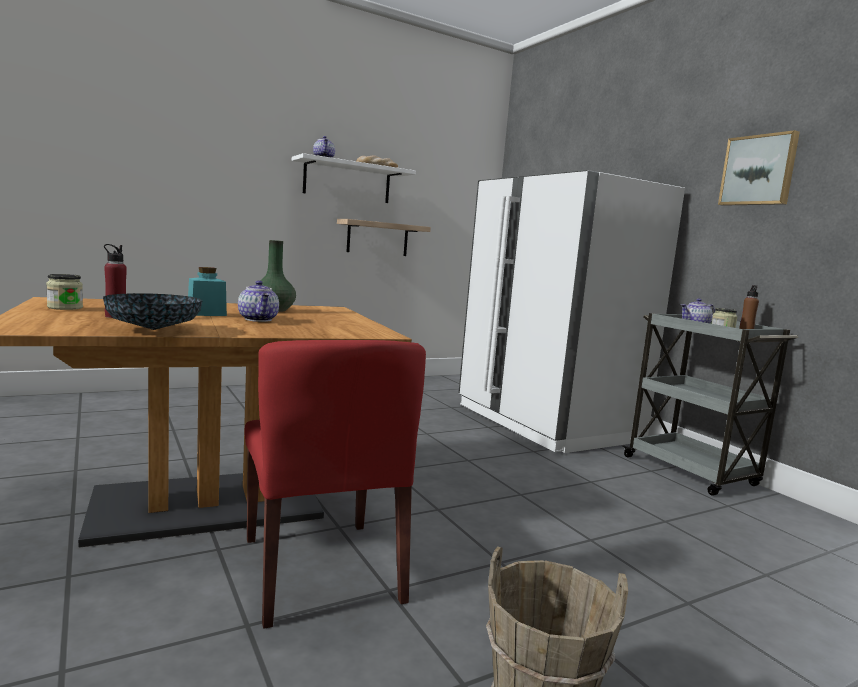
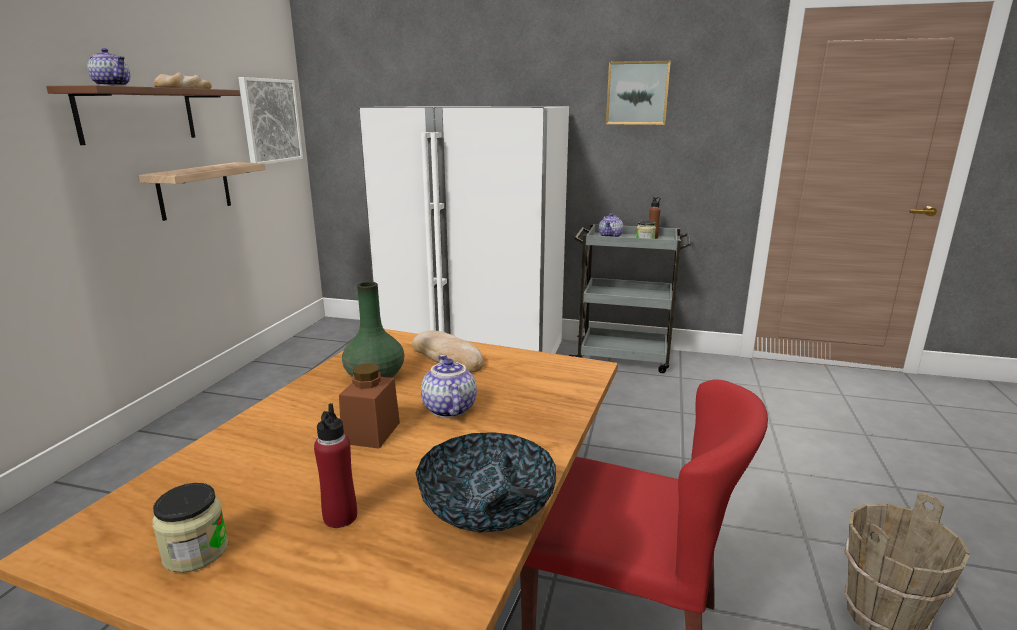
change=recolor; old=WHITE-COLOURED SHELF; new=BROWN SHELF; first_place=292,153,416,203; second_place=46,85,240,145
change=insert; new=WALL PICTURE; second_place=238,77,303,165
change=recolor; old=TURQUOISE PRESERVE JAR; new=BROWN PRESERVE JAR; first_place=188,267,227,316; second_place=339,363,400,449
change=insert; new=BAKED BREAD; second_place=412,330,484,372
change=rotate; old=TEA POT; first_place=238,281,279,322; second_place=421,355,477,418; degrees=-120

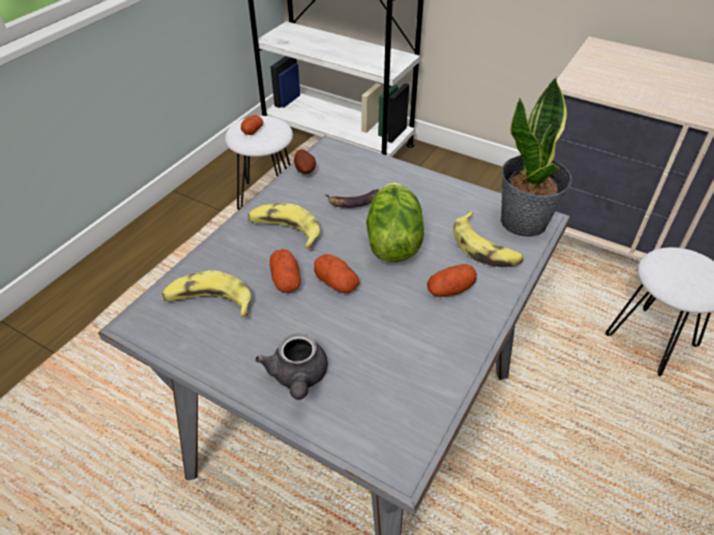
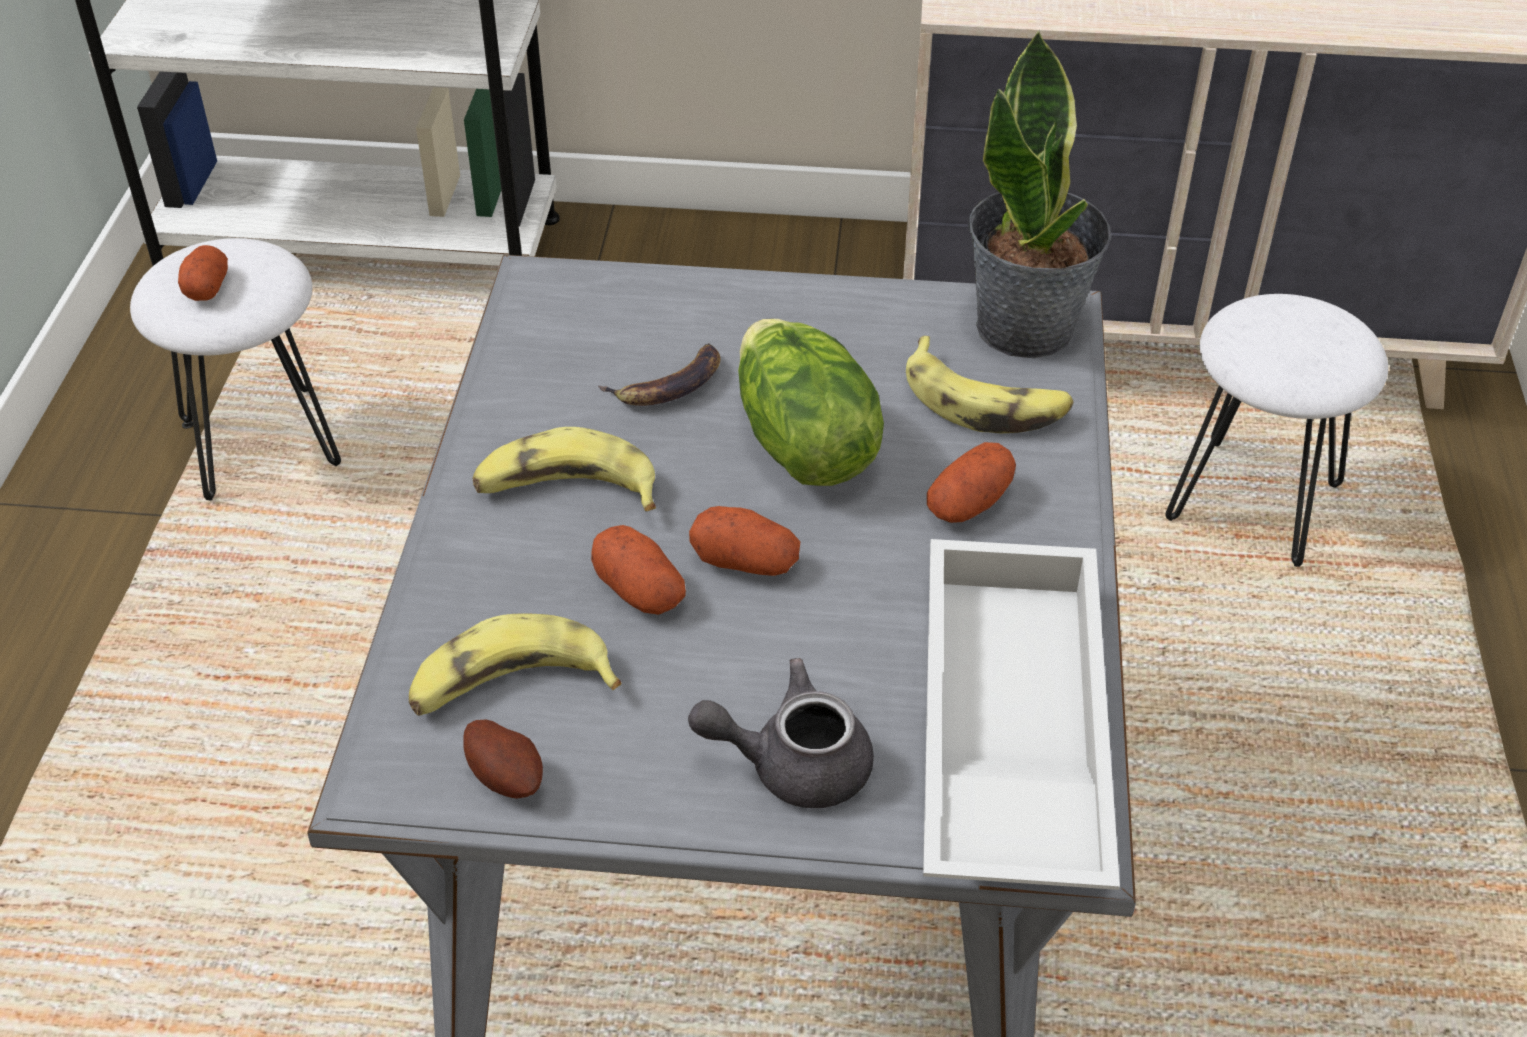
change=move; old=WHOLE POTATO; first_place=294,149,316,174; second_place=463,719,543,799
change=rotate; old=GRAY TEA POT; first_place=255,334,328,400; second_place=688,658,874,808; degrees=120
change=insert; new=WHITE-COLOURED TRAY; second_place=923,539,1120,890

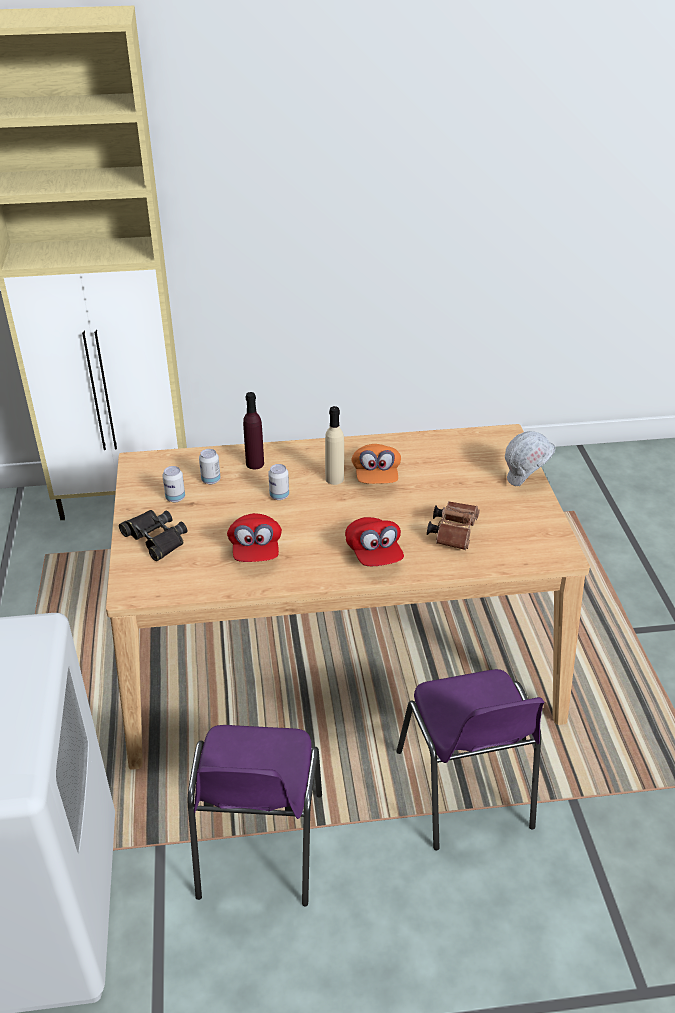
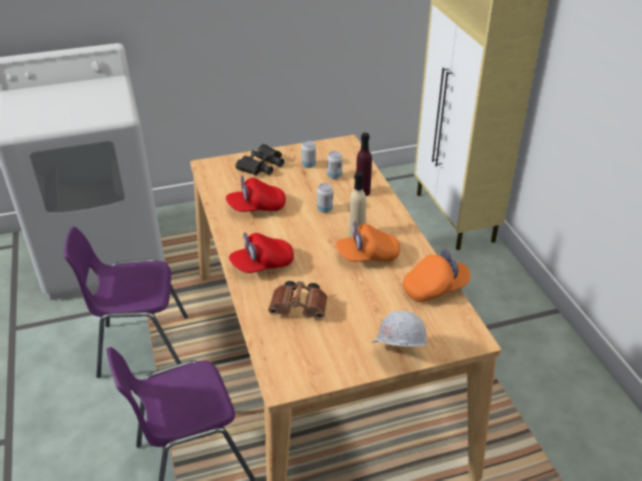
change=insert; new=ORANGEY CAP; second_place=403,249,470,302

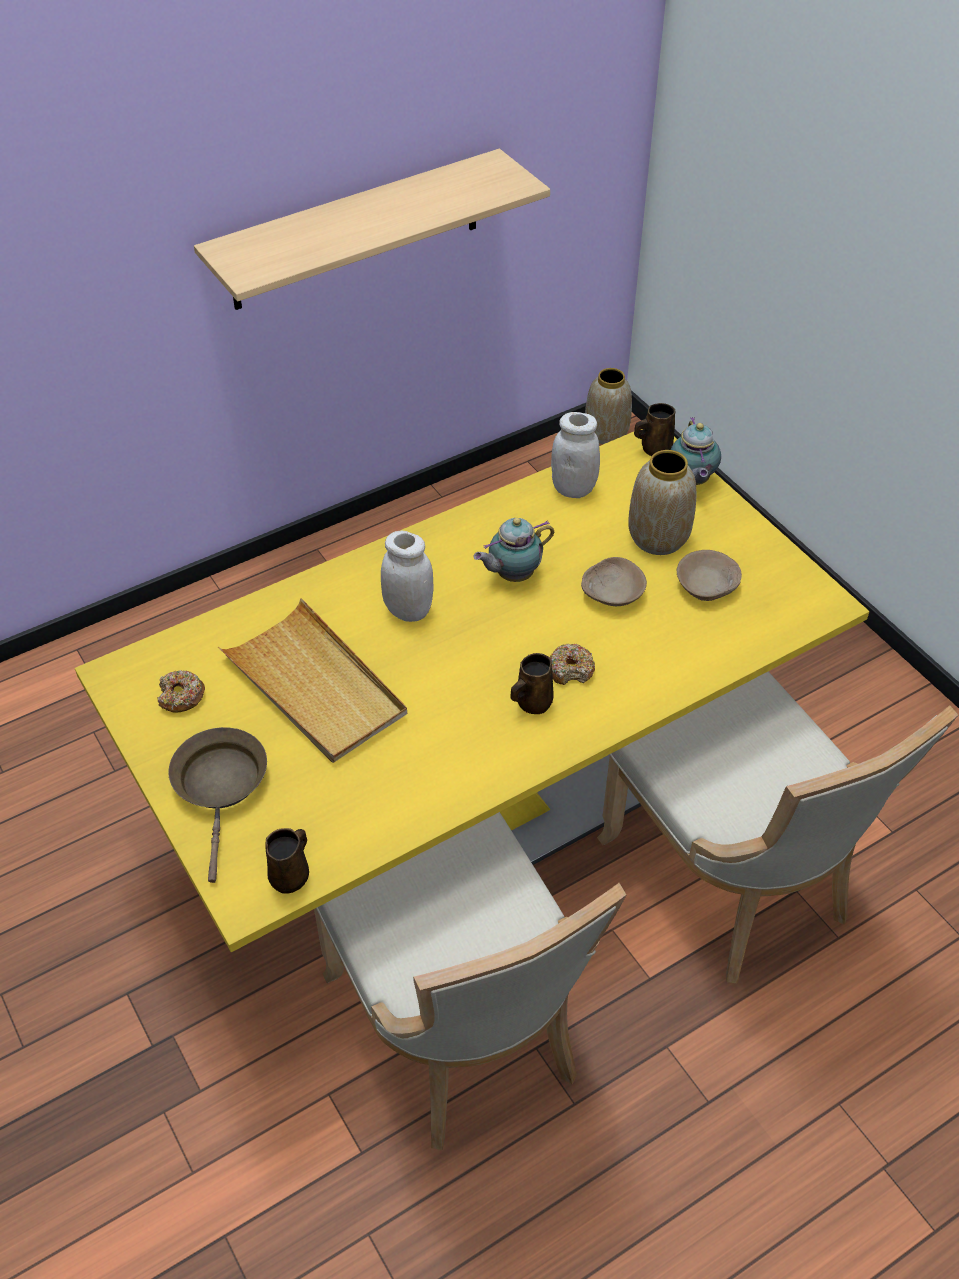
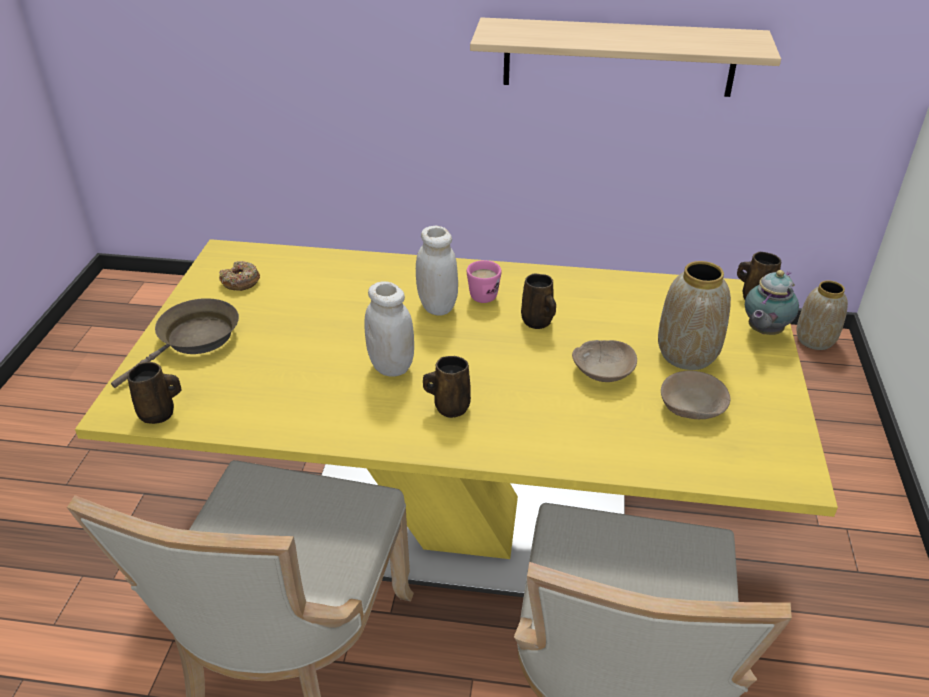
change=move; old=WHITE-COLOURED PRESERVE JAR; first_place=551,412,600,498; second_place=364,281,414,377
change=insert; new=PINK MUG; second_place=467,260,502,303
change=replace; old=TEA POT; new=BROWN MUG; first_place=474,518,554,582; second_place=521,274,556,329
change=delete; old=BEIGE-COLOURED TRAY; first_place=218,598,407,763
change=delete; old=DONUT; first_place=550,643,595,685

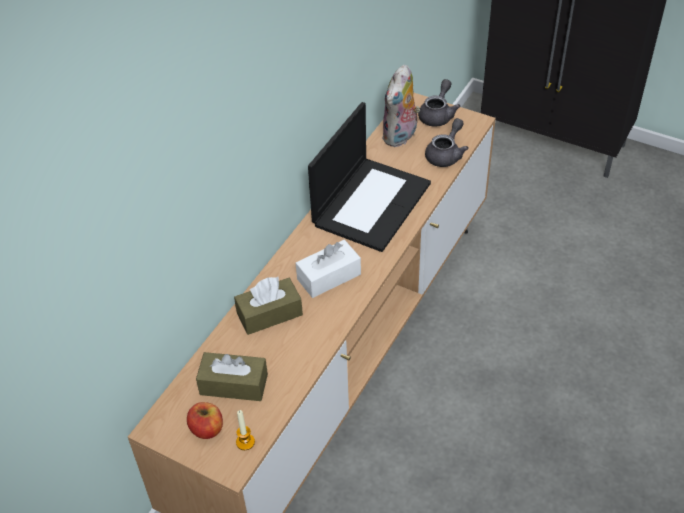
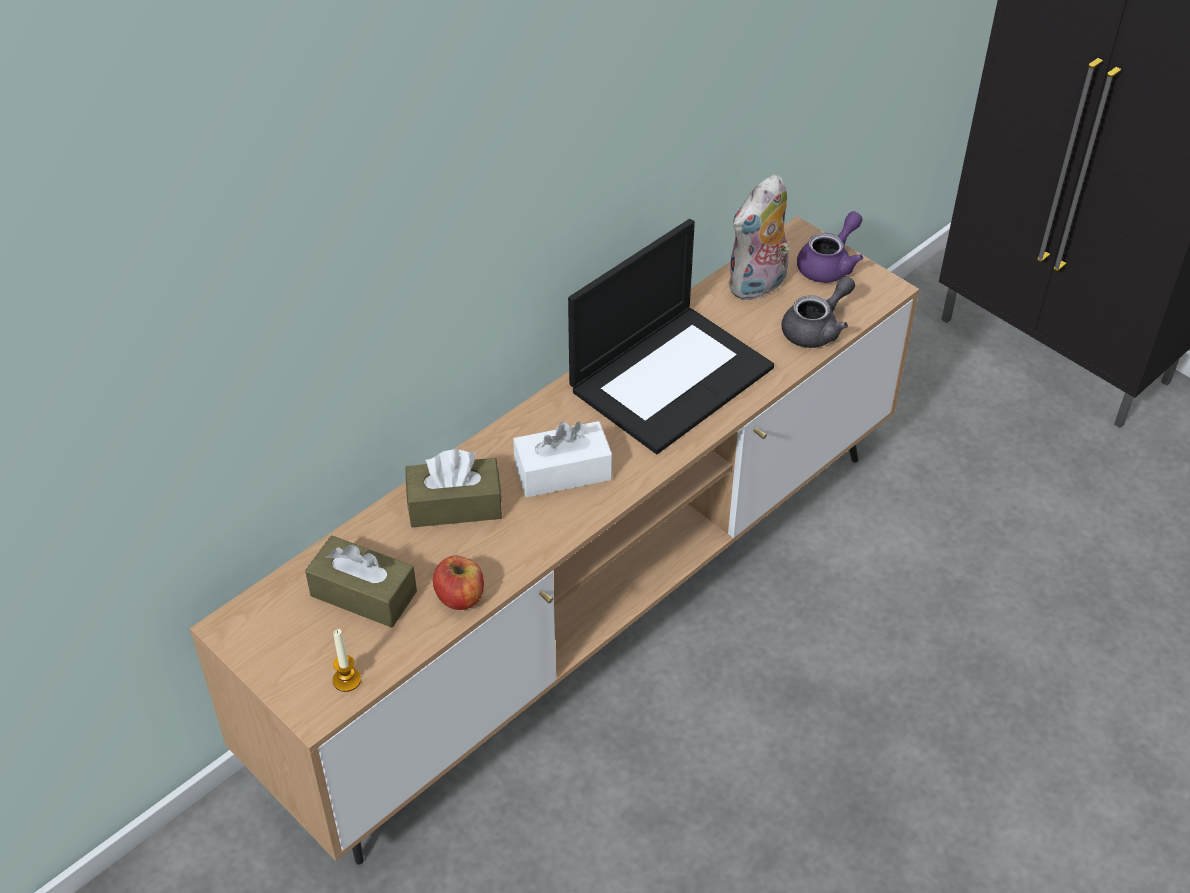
change=move; old=APPLE; first_place=187,402,223,439; second_place=433,556,484,610
change=recolor; old=GRAY TEA POT; new=PURPLISH TEA POT; first_place=418,79,460,127; second_place=797,211,863,283

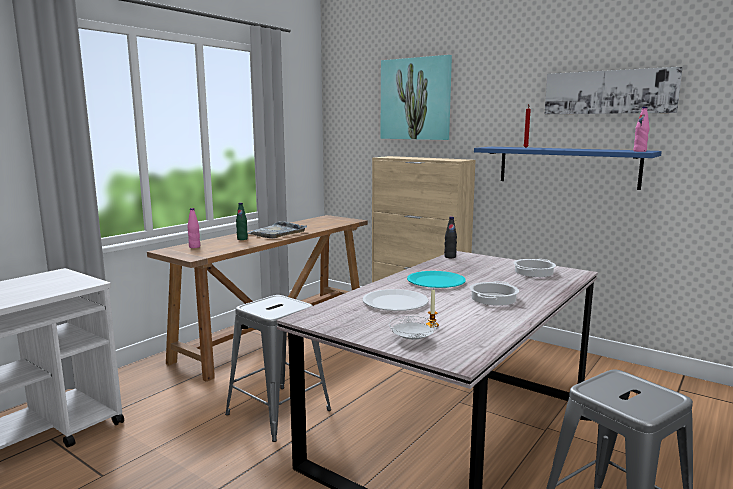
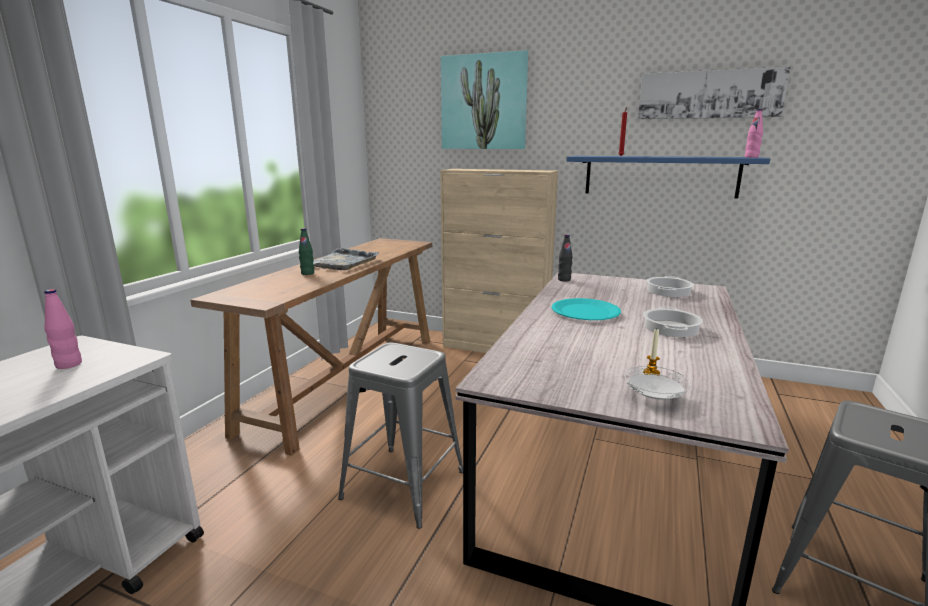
change=move; old=PINK BOTTLE; first_place=187,208,200,248; second_place=44,289,82,369
change=delete; old=WHITE-COLOURED PLATE; first_place=362,289,429,311

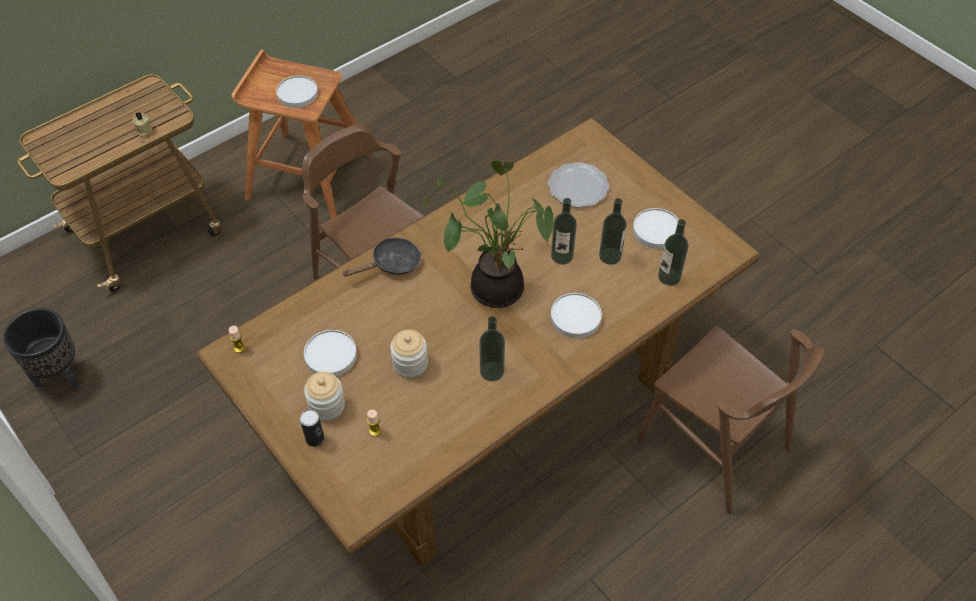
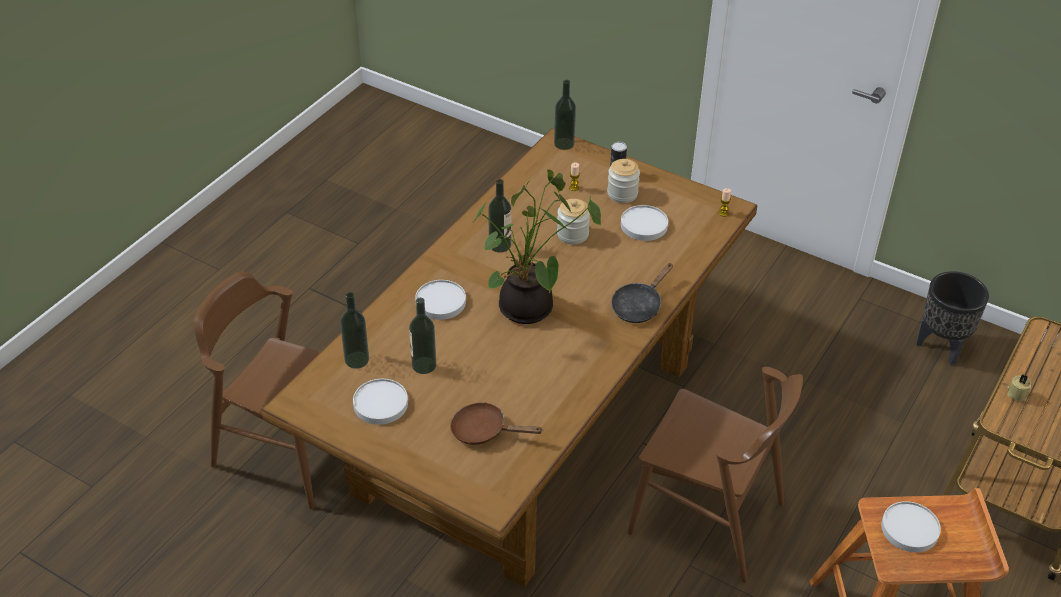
change=replace; old=PLATE; new=BROWN SKILLET; first_place=548,162,609,207; second_place=450,402,543,445
change=move; old=BOTTLE; first_place=551,198,577,264; second_place=554,80,576,150

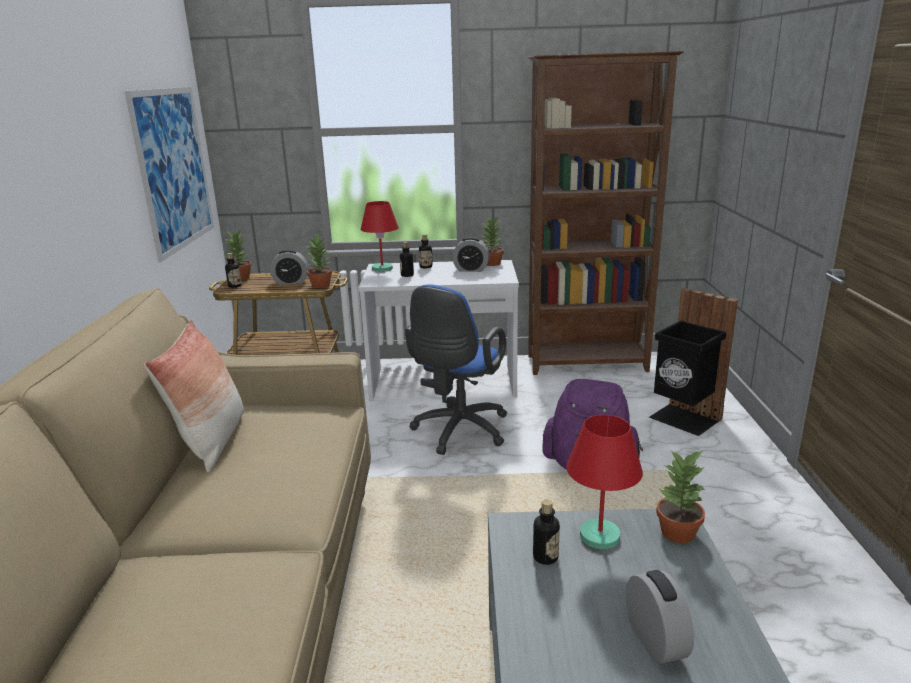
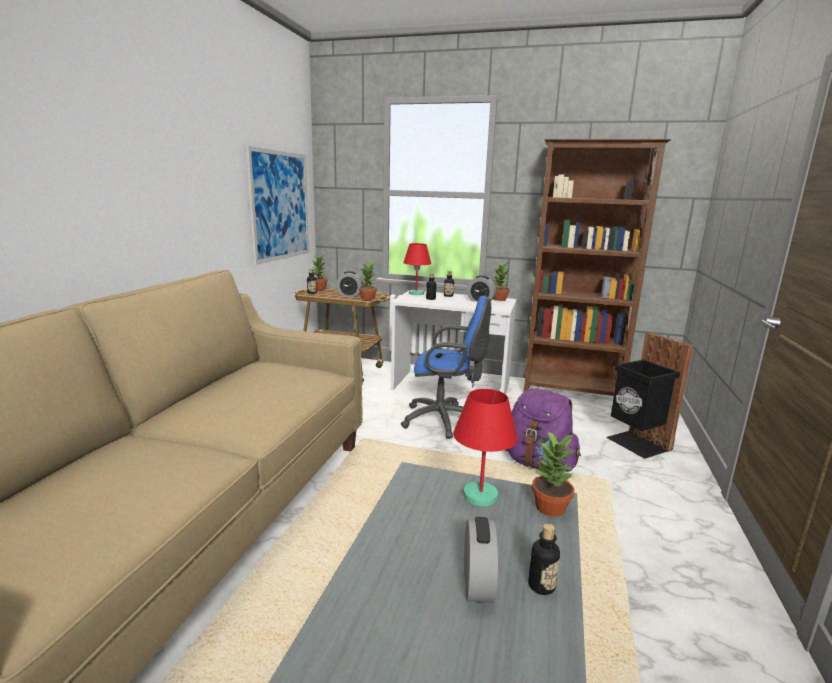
change=rotate; old=BLUE OFFICE CHAIR; first_place=405,284,507,455; second_place=401,296,491,439; degrees=-120
change=move; old=BOTTLE; first_place=533,499,560,565; second_place=528,523,560,595
change=delete; old=PILLOW; first_place=144,320,244,473

